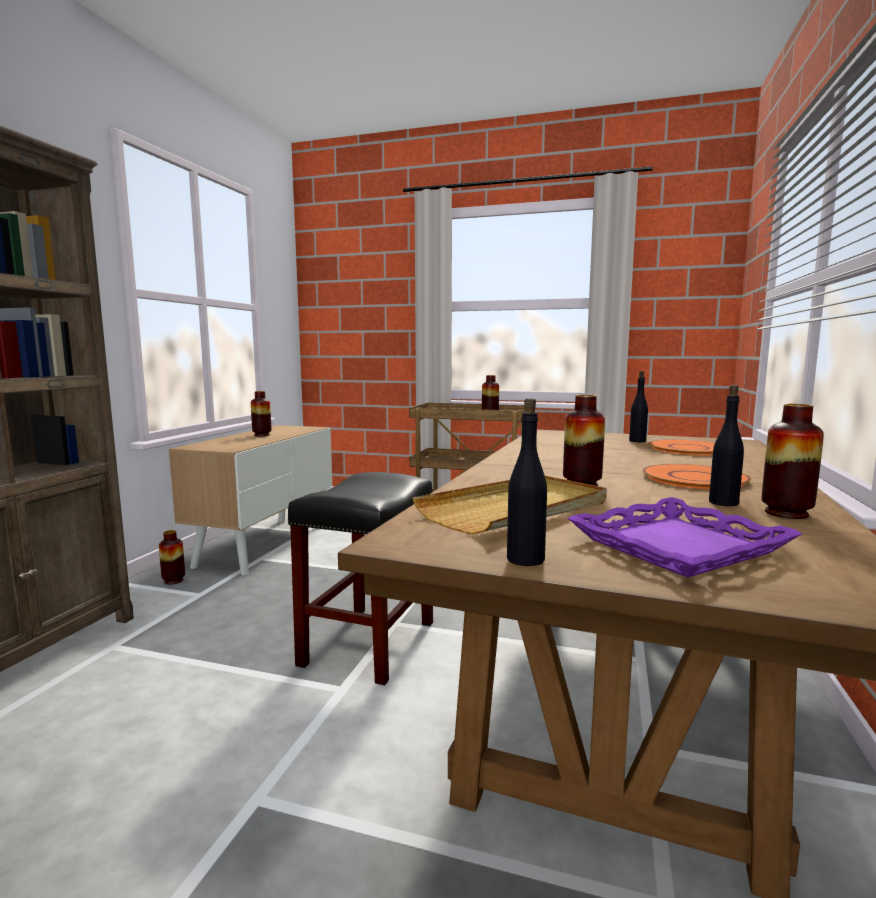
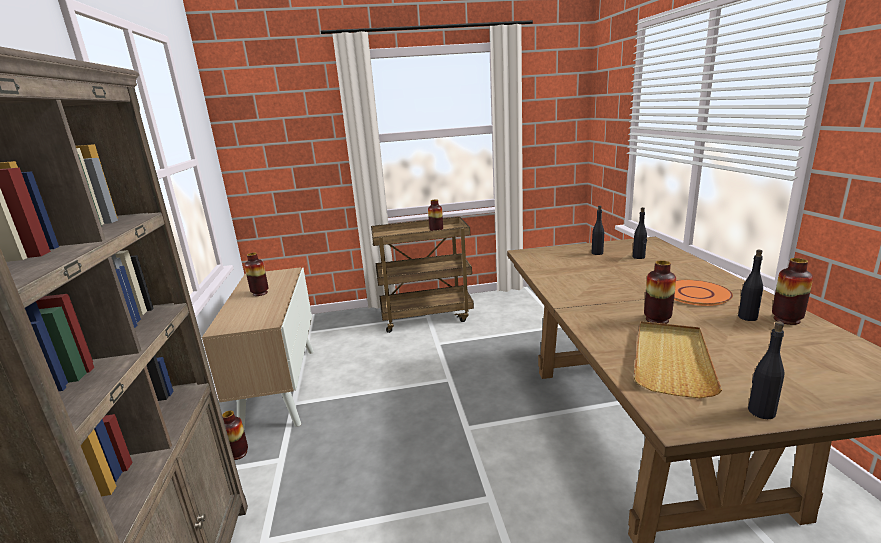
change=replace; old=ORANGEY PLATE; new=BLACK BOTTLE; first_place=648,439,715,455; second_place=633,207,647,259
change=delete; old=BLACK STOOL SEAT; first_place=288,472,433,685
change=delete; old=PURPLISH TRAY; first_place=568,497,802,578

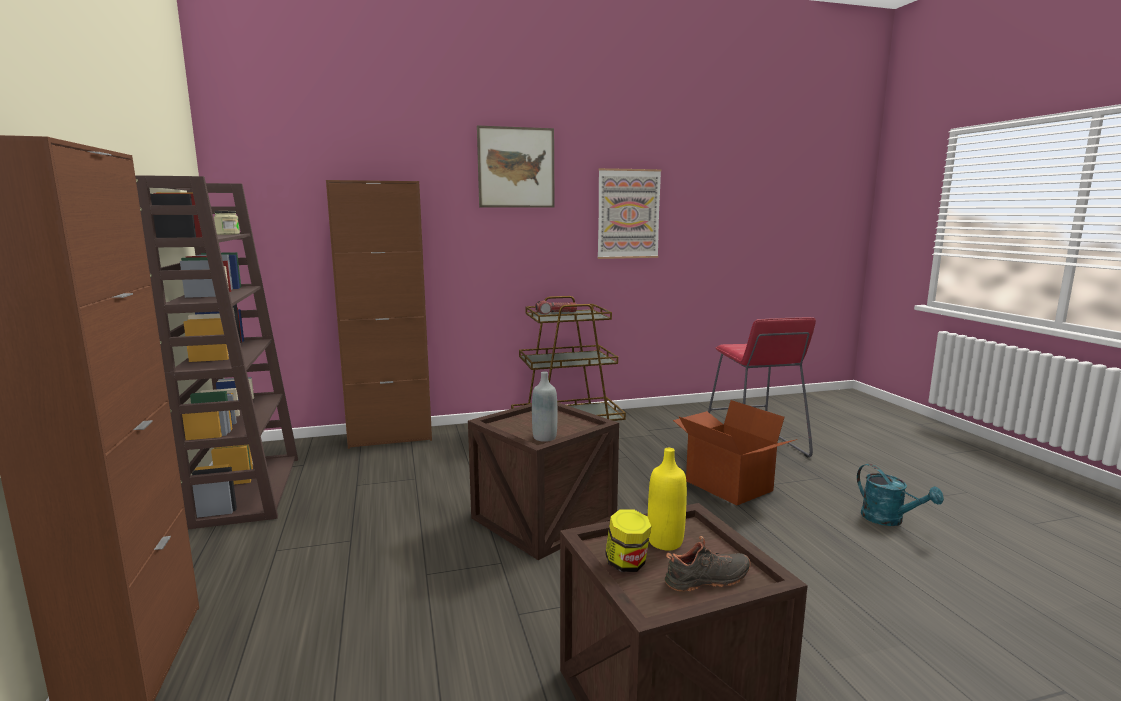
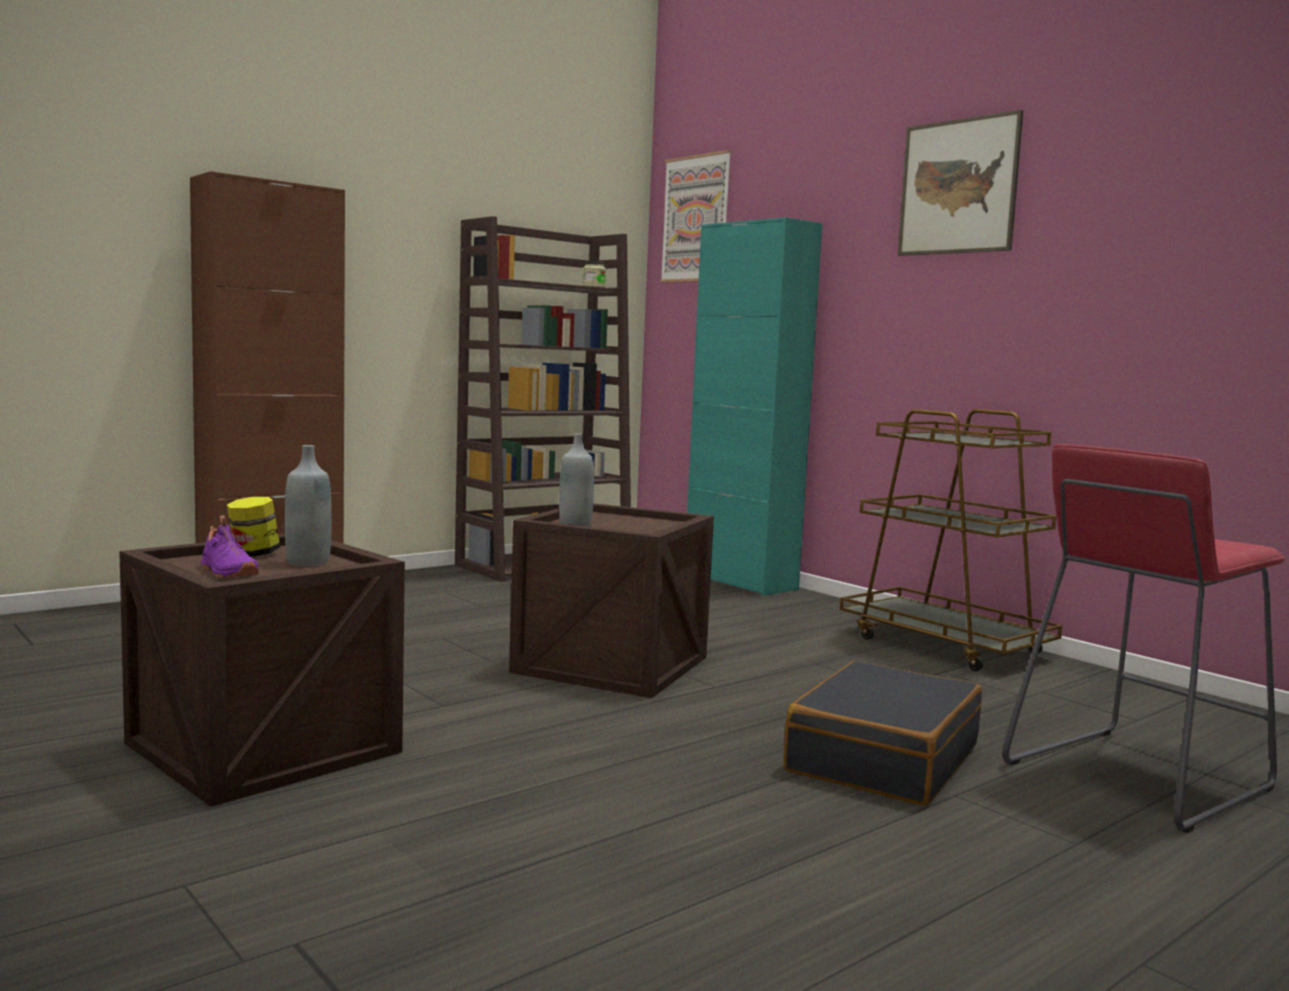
change=recolor; old=BLACK ITEM OF FOOTWEAR; new=PURPLISH ITEM OF FOOTWEAR; first_place=665,536,751,592; second_place=201,515,259,578
change=recolor; old=YELLOWISH BOTTLE; new=GRAY BOTTLE; first_place=648,448,687,551; second_place=285,445,332,566
change=move; old=WALL PICTURE; first_place=597,168,661,259; second_place=660,150,732,282
change=recolor; old=BROWN STORAGE CABINET; new=TURQUOISE STORAGE CABINET; first_place=326,180,432,449; second_place=687,217,822,596
change=replace; old=PACKING BOX; new=BLACK TRAVEL CASE; first_place=673,400,797,505; second_place=784,661,982,806
change=delete; old=FLASHLIGHT; first_place=535,301,577,314
change=delete; old=TURQUOISE WATERING CAN; first_place=857,464,944,526

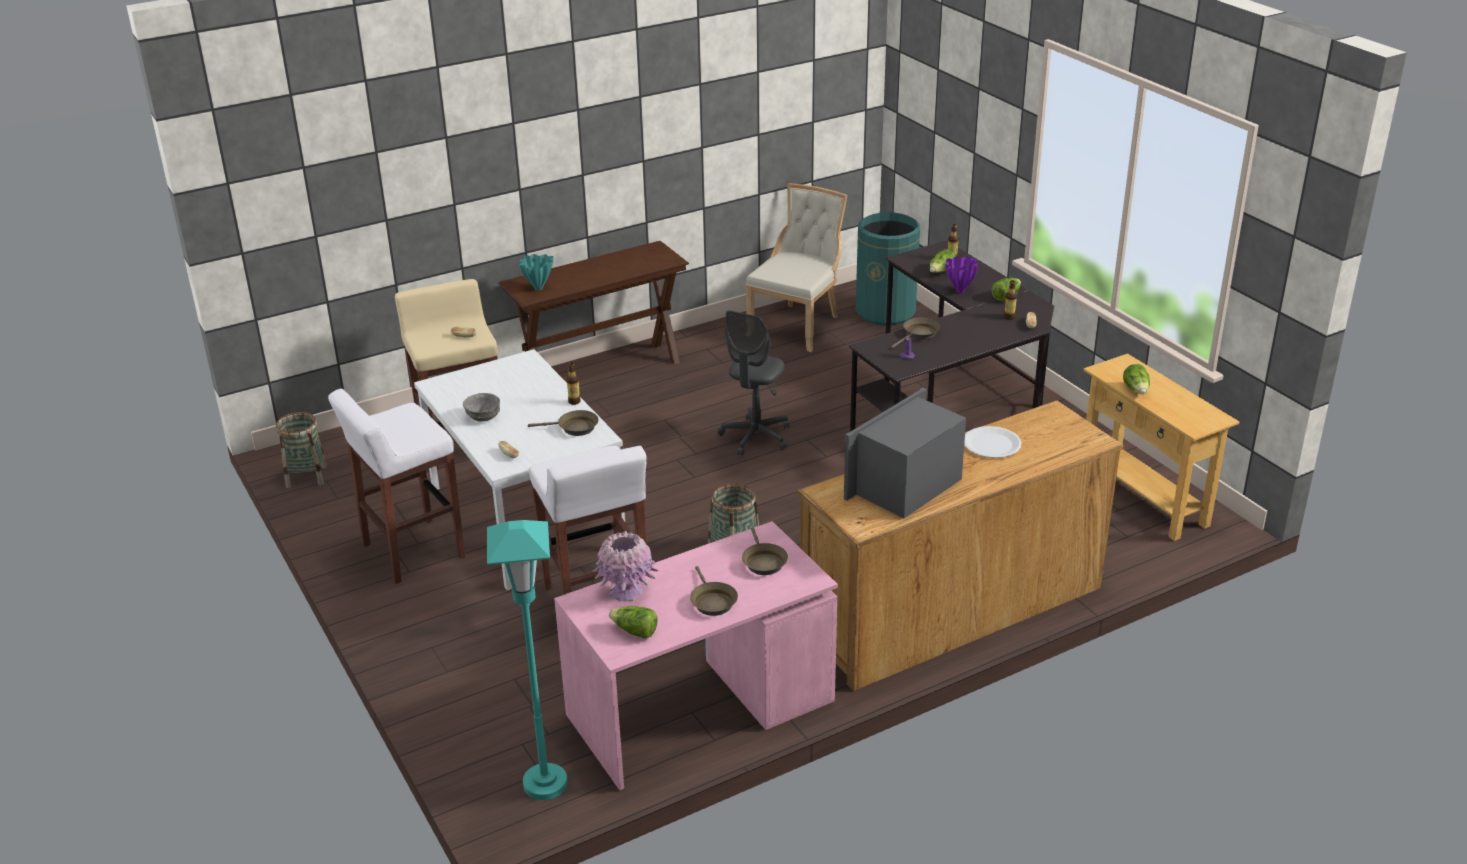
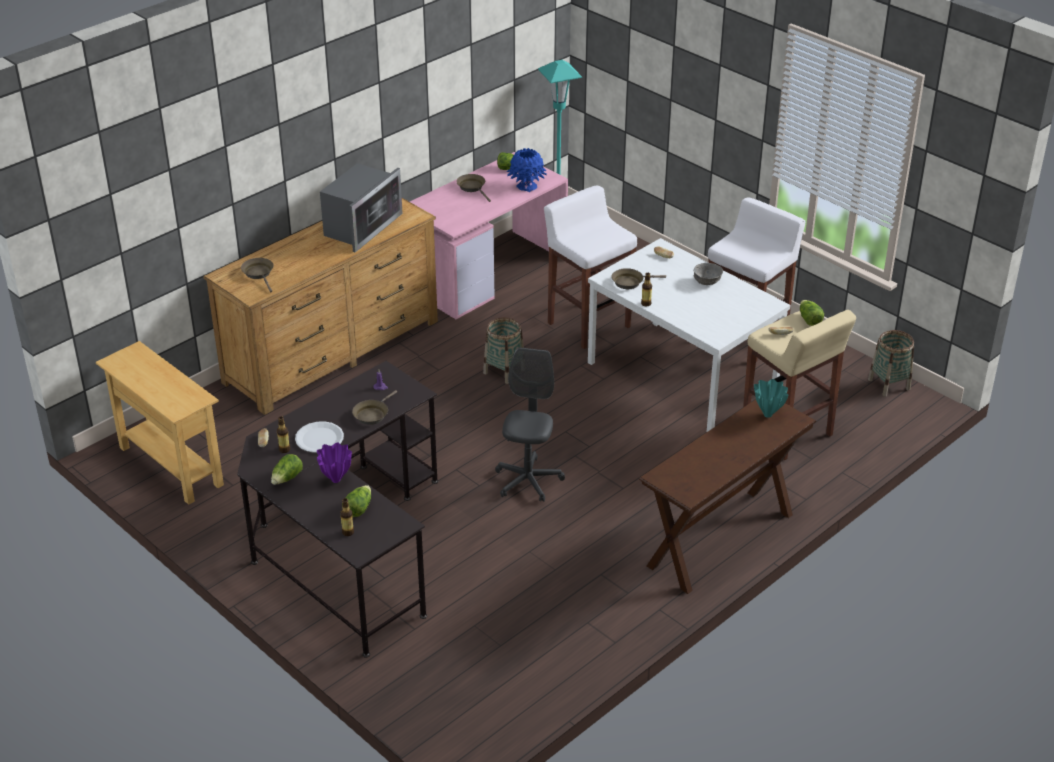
change=move; old=BROWN SKILLET; first_place=742,528,788,575; second_place=241,258,274,292
change=move; old=WHITE-COLOURED PLATE; first_place=964,426,1021,458; second_place=295,421,344,453
change=recolor; old=PINK FLOWER VASE; new=BLUE FLOWER VASE; first_place=593,531,659,602; second_place=507,148,547,192
change=move; old=LETTUCE; first_place=1123,364,1150,394; second_place=800,300,824,326
change=delete; old=BEIGE-COLOURED CHAIR; first_place=746,183,847,352
change=delete; old=GREEN-COLOURED WASTE BIN; first_place=856,212,920,325

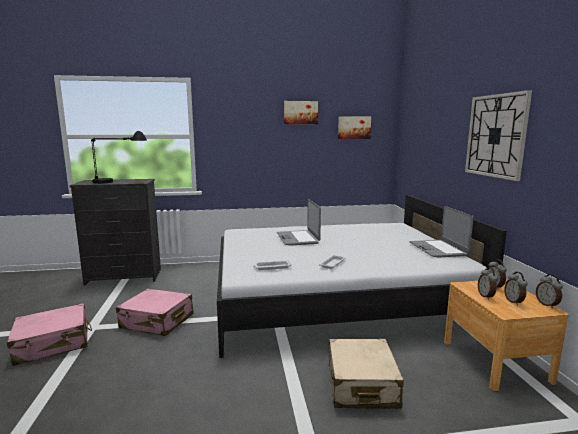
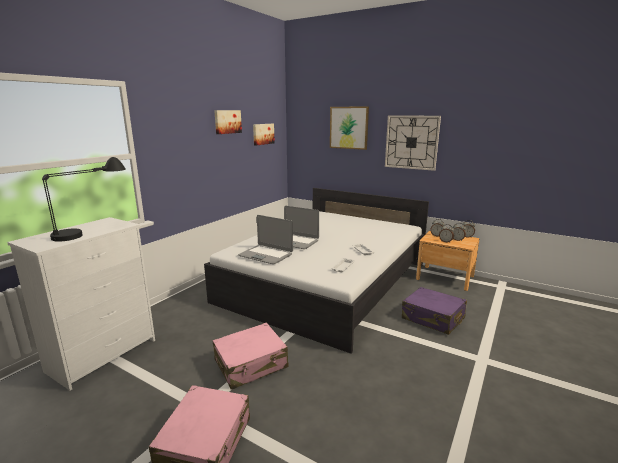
change=recolor; old=BLACK DRESSER; new=WHITE-COLOURED DRESSER; first_place=70,179,161,286; second_place=7,217,155,391
change=move; old=LAPTOP; first_place=409,206,474,258; second_place=238,215,293,264
change=insert; new=WALL PICTURE; second_place=330,106,369,150
change=recolor; old=BEIGE-COLOURED TRAVEL CASE; new=PURPLISH TRAVEL CASE; first_place=327,339,404,409; second_place=402,287,467,335

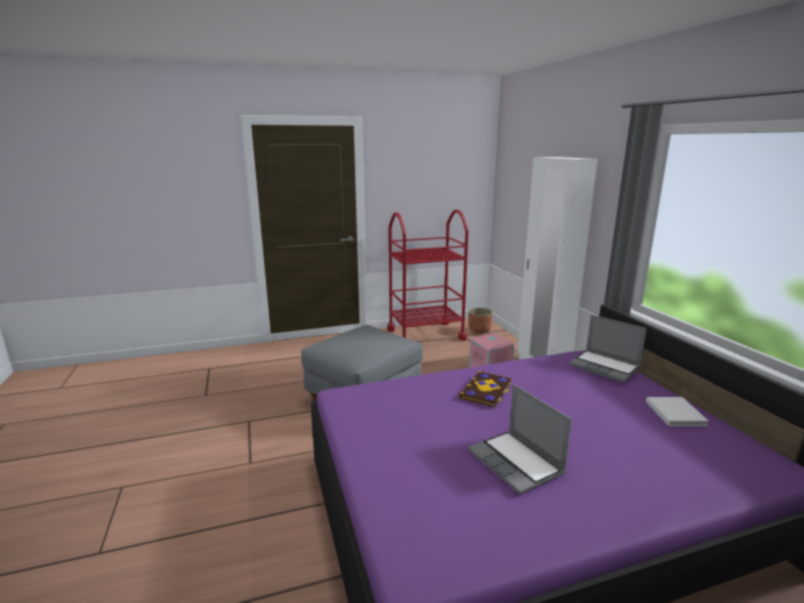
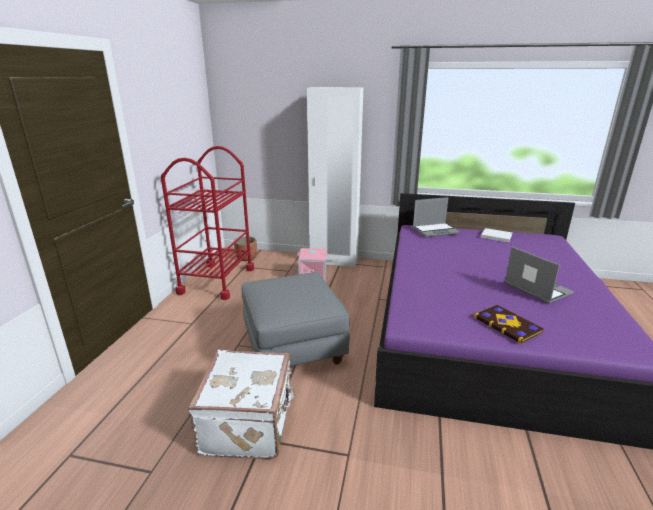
change=insert; new=WHITE-COLOURED TRAVEL CASE; second_place=188,350,295,459
change=move; old=BOOK; first_place=459,371,512,407; second_place=474,305,544,344
change=rotate; old=LAPTOP; first_place=468,384,572,494; second_place=505,247,574,304; degrees=-120

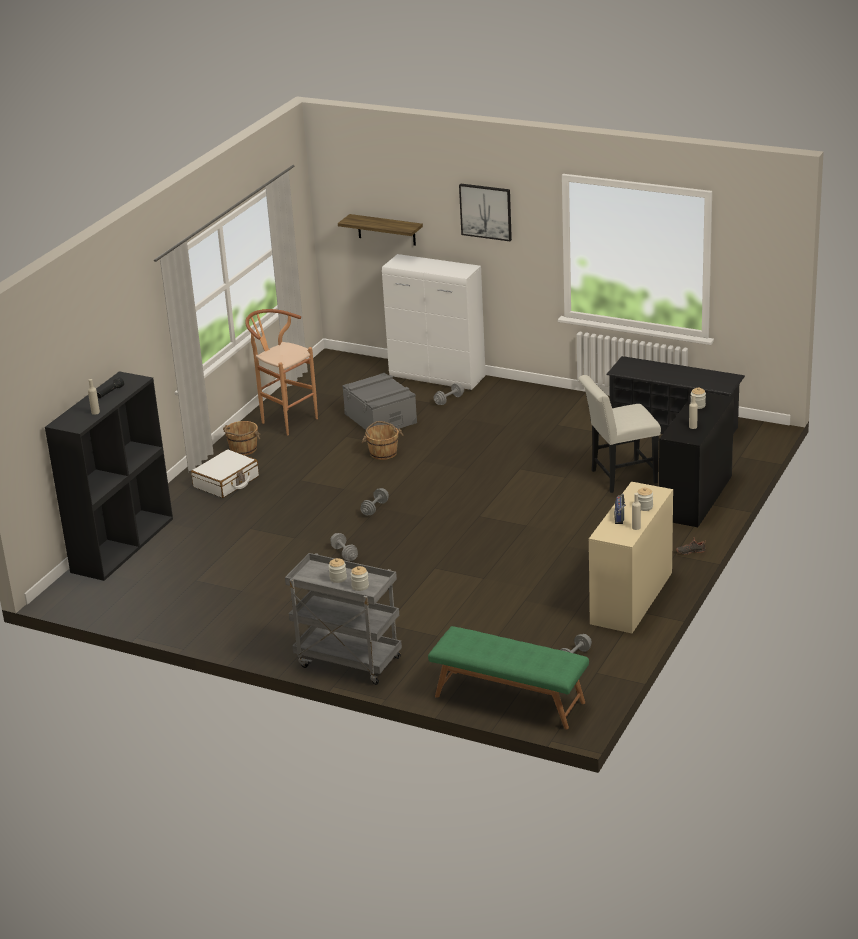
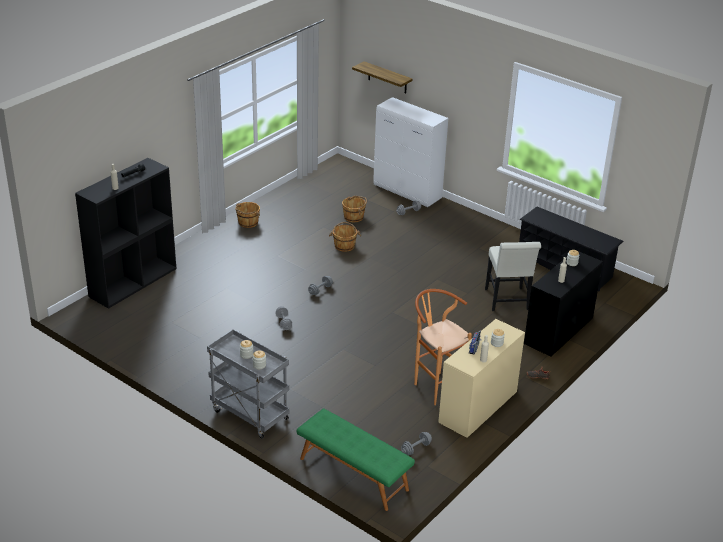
change=replace; old=GRAY STORAGE BIN; new=BROWN PAIL; first_place=342,373,417,430; second_place=342,196,367,222
change=move; old=BROWN STOOL SEAT; first_place=245,309,318,435; second_place=414,289,472,405
change=rotate; old=WHITE-COLOURED CHAIR; first_place=578,375,661,493; second_place=485,242,541,311; degrees=-90
change=delete; old=WHITE-COLOURED TRAVEL CASE; first_place=191,449,259,498
change=delete; old=WALL PICTURE; first_place=459,184,512,241

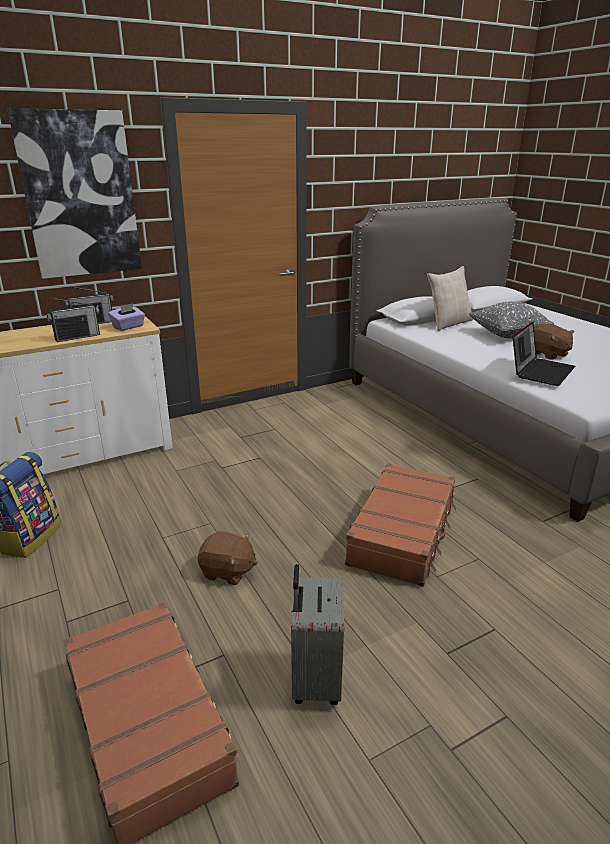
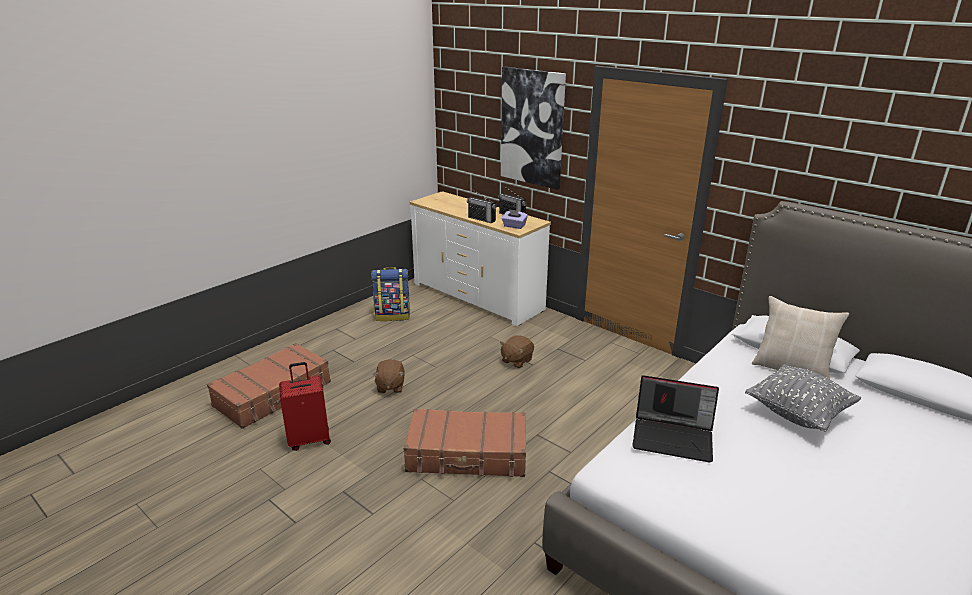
change=recolor; old=GRAY TRAVEL CASE; new=REDDISH TRAVEL CASE; first_place=291,564,344,705; second_place=279,362,331,451
change=move; old=BROWN SOFT TOY; first_place=534,324,574,360; second_place=500,335,534,368

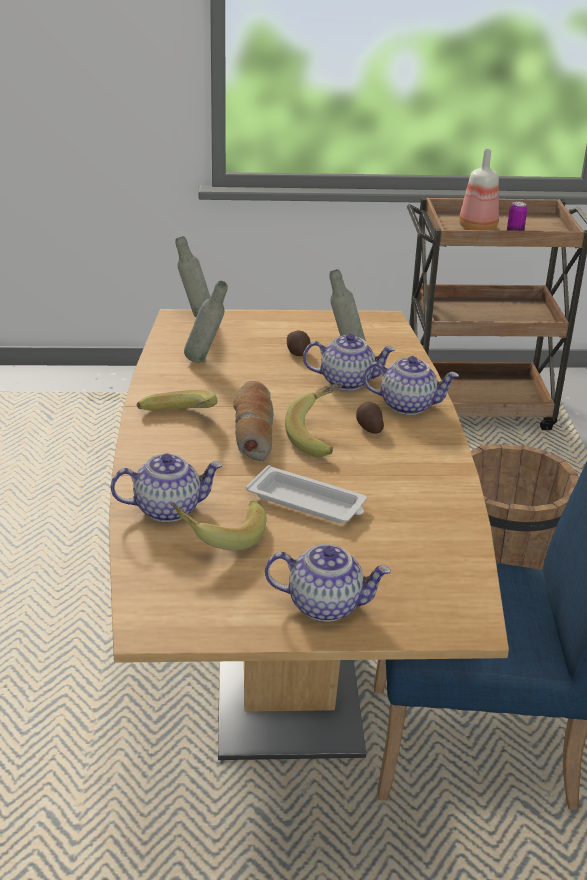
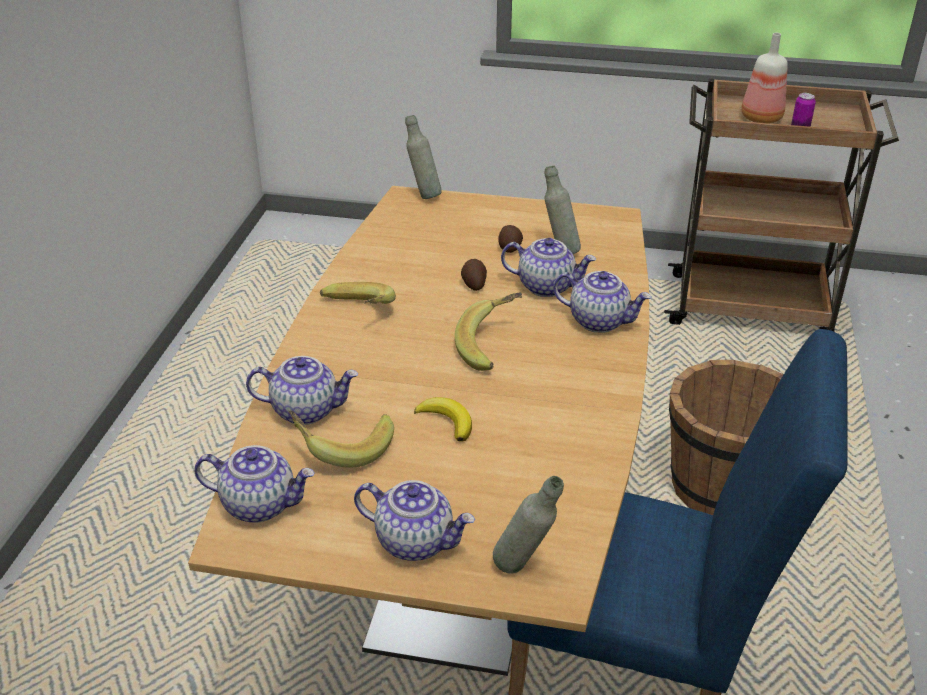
change=insert; new=TEA POT; second_place=194,445,315,523
change=replace; old=WHITE-COLOURED TRAY; new=BANANA FRUIT; first_place=246,465,367,523; second_place=414,397,472,441
change=move; old=WHOLE POTATO; first_place=356,402,384,434; second_place=461,259,487,291
change=move; old=GRAY BOTTLE; first_place=184,281,228,363; second_place=493,476,564,574
change=delete; old=BAKED BREAD; first_place=233,381,274,461

